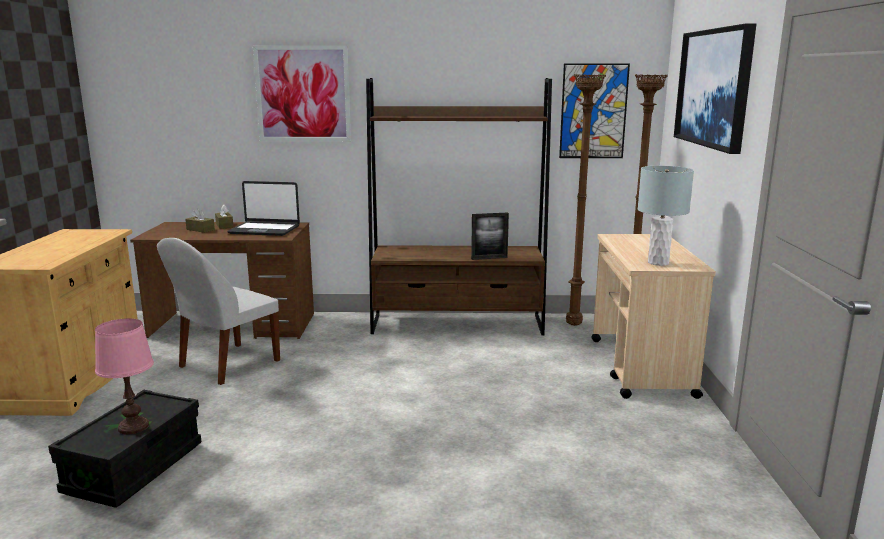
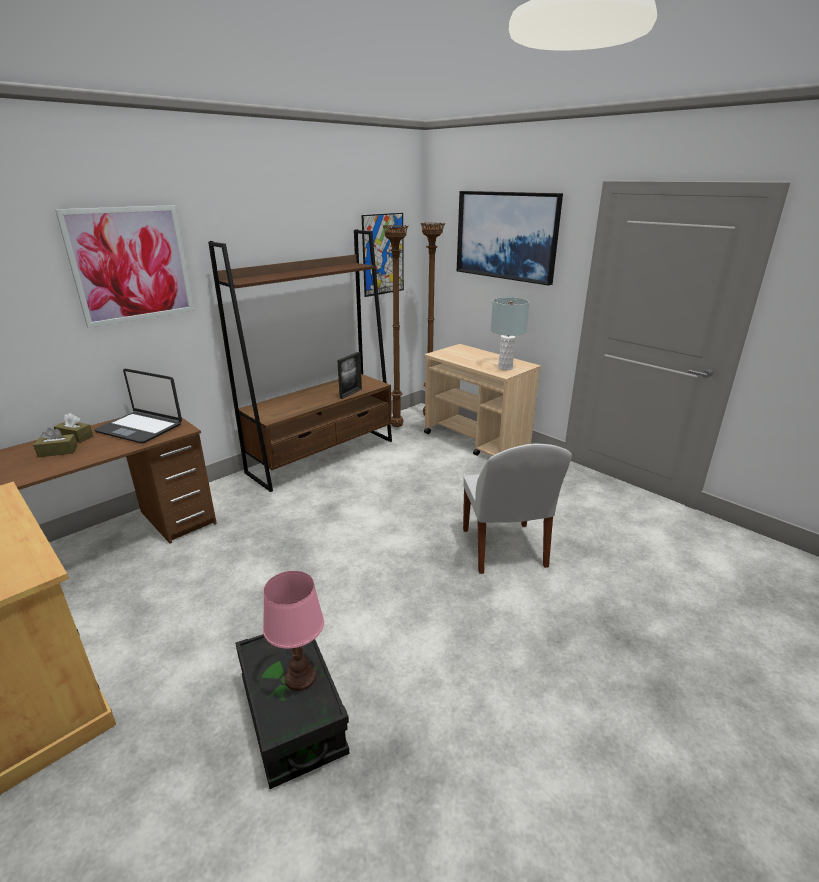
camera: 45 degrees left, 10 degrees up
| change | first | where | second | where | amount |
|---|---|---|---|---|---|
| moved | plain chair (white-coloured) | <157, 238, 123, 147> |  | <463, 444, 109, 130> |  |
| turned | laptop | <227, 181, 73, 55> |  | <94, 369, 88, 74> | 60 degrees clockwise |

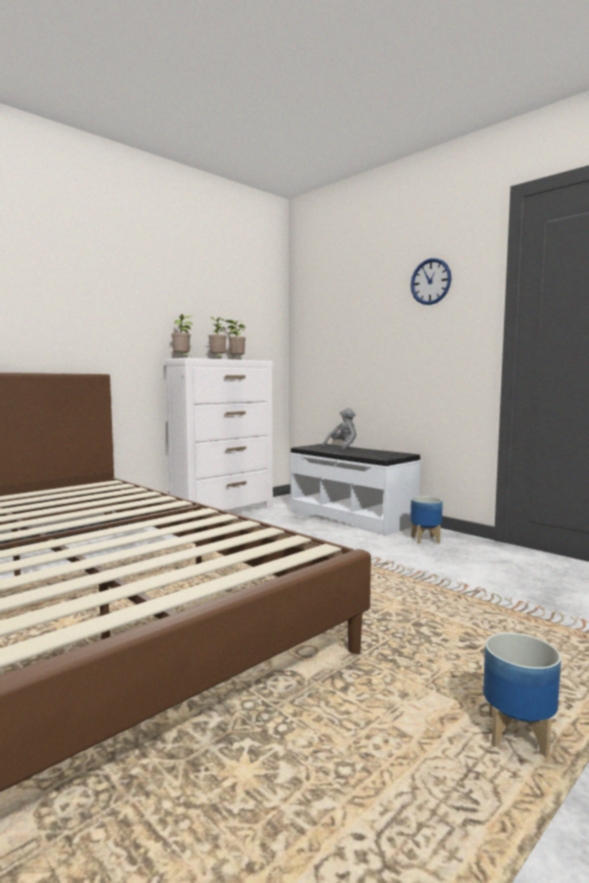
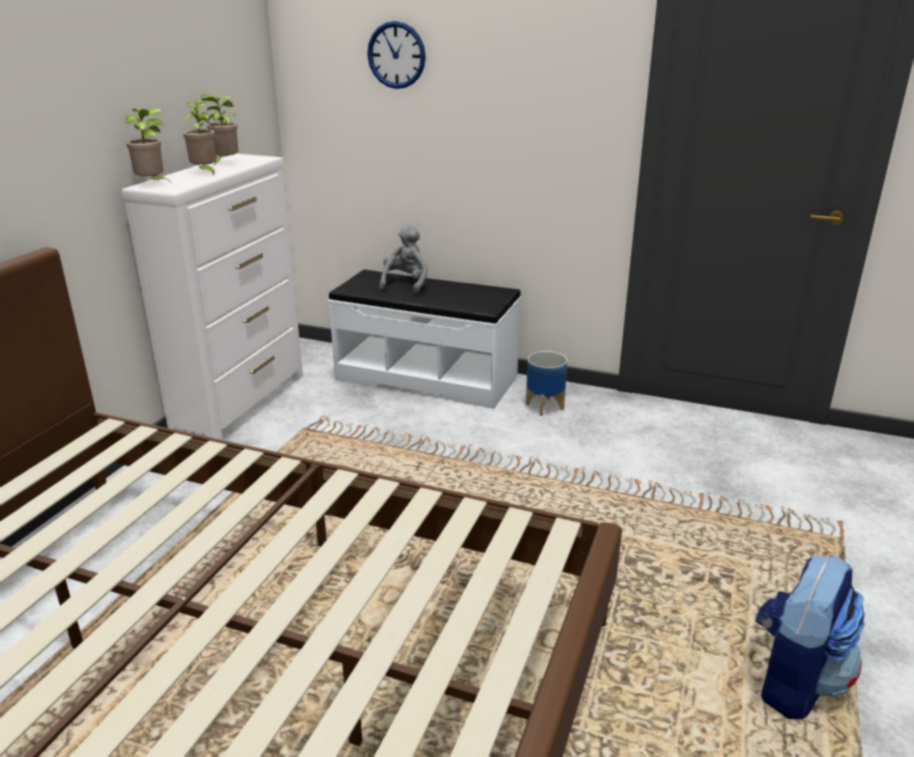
camera: 25 degrees left, 20 degrees up
| change | first | where | second | where | amount |
|---|---|---|---|---|---|
| moved | clock on the wall | <411, 258, 40, 47> |  | <367, 21, 59, 68> |  |
| replaced | plant pot | <483, 632, 78, 126> | backpack | <755, 555, 110, 164> |  |

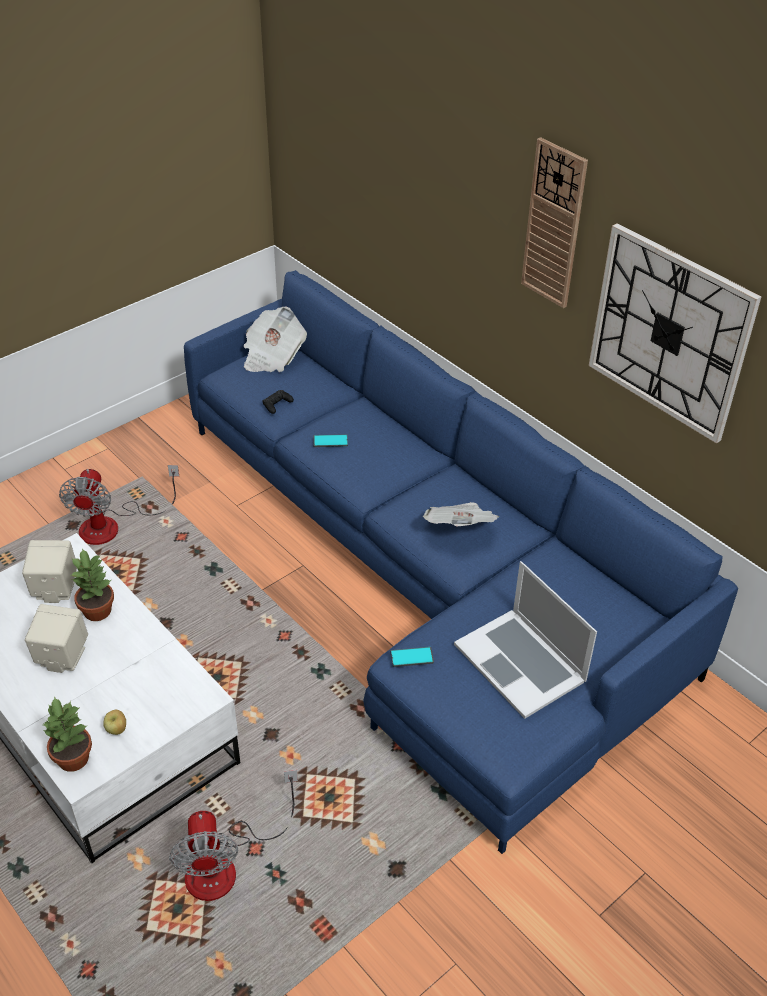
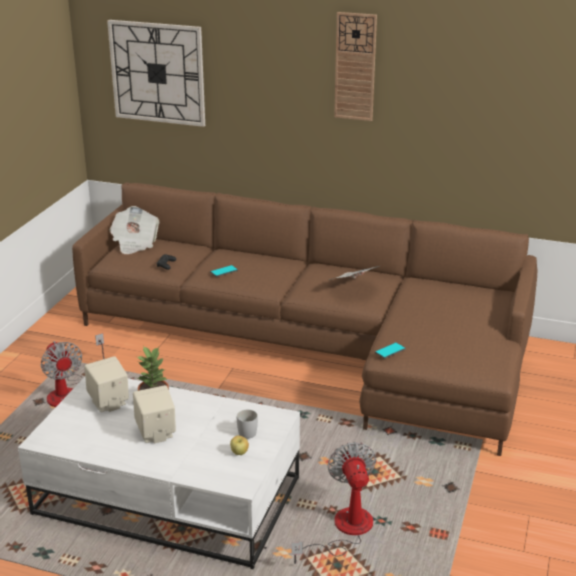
camera: 30 degrees left, 15 degrees down
| change | first | where | second | where | amount |
|---|---|---|---|---|---|
| removed | potted plant | <43, 697, 49, 75> |  |  |  |
| turned | cooling fan | <169, 770, 129, 131> |  | <291, 442, 85, 122> | 150 degrees counterclockwise |
| recoloured | settee (bluish) | <184, 270, 554, 584> | settee (brownish) | <72, 182, 466, 274> |  |
| removed | laptop | <454, 561, 143, 158> |  |  |  |
| moved | clock on the wall | <589, 223, 173, 220> |  | <107, 20, 98, 107> |  |
| added |  |  | mug (white-coloured) | <237, 410, 21, 29> |  |

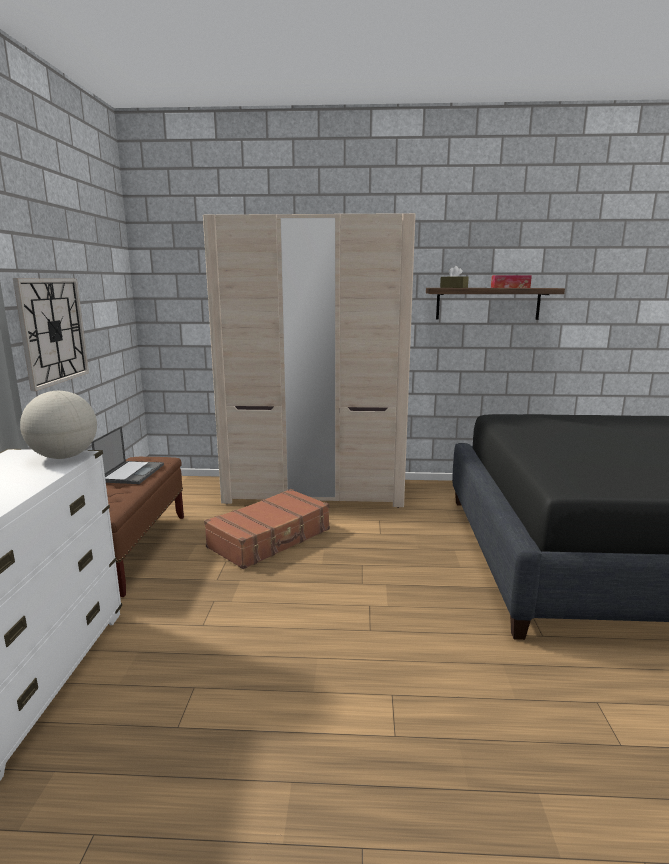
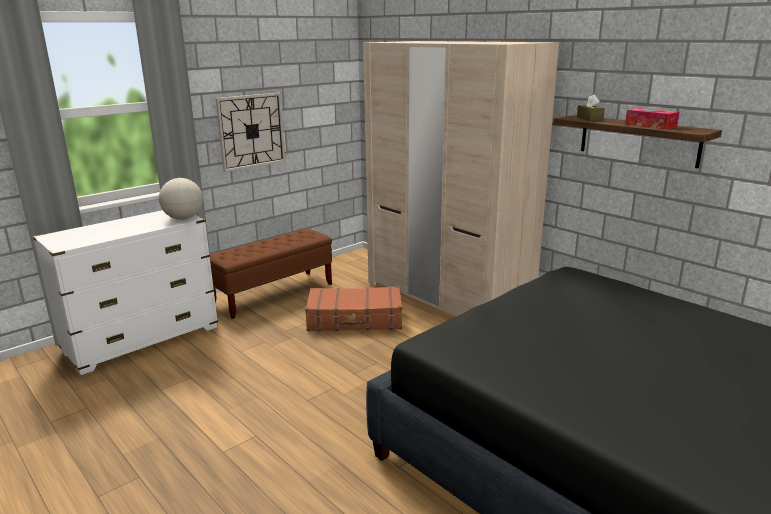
camera: 45 degrees right, 5 degrees up
| change | first | where | second | where | amount |
|---|---|---|---|---|---|
| removed | laptop | <92, 426, 72, 58> |  |  |  |

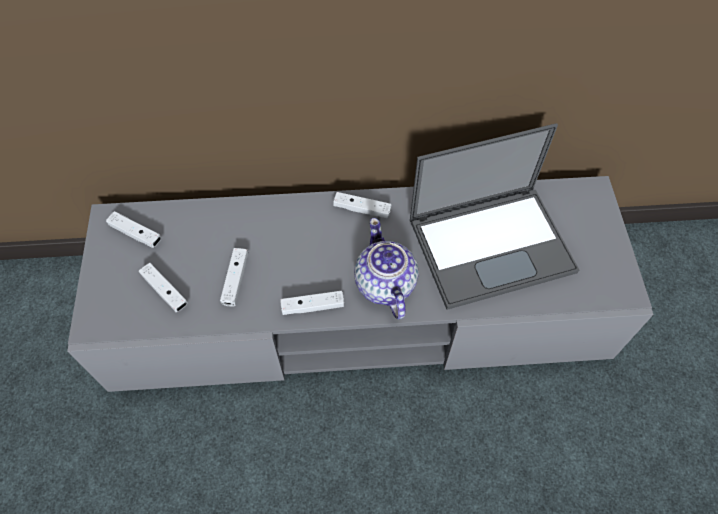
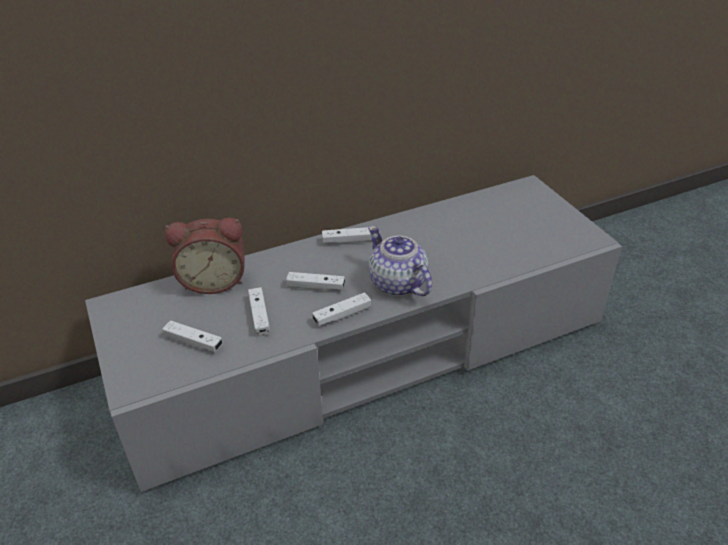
camera: 20 degrees left, 20 degrees down
| change | first | where | second | where | amount |
|---|---|---|---|---|---|
| moved | gamepad (white-coloured) | <106, 211, 56, 37> |  | <286, 272, 59, 18> |  |
| removed | laptop | <410, 123, 169, 187> |  |  |  |
| added |  |  | alarm clock | <165, 218, 79, 76> |  |

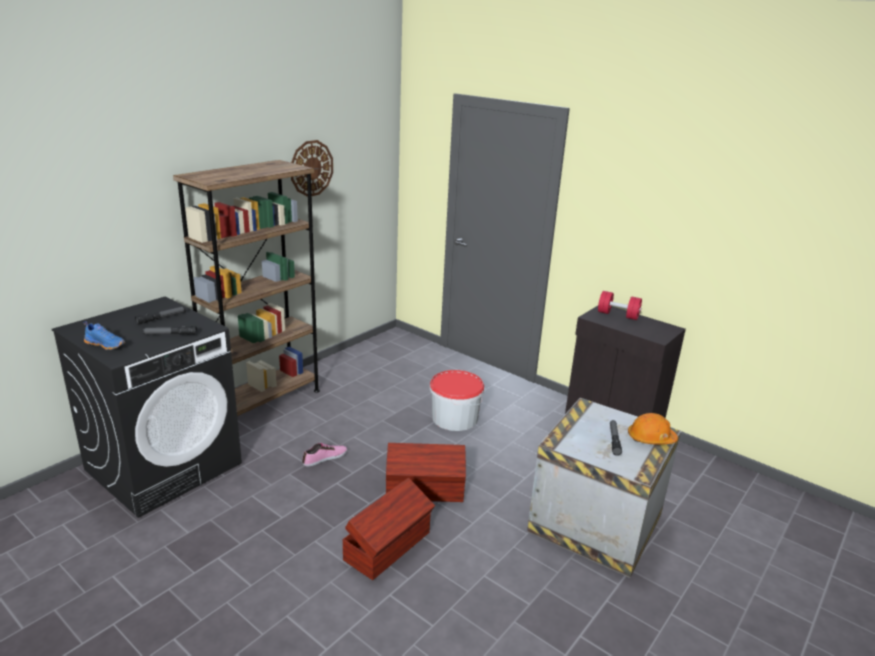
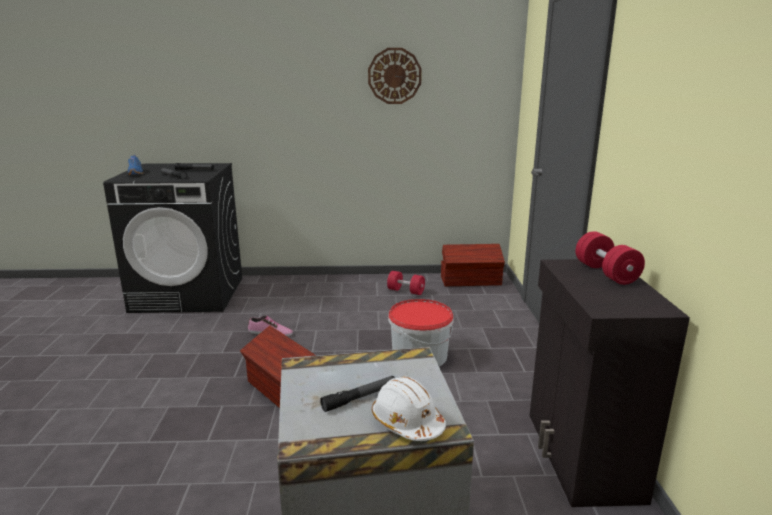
camera: 50 degrees right, 5 degrees down
| change | first | where | second | where | amount |
|---|---|---|---|---|---|
| removed | shelving unit (brownish) | <173, 160, 147, 256> |  |  |  |
| moved | storage box (brownish) | <343, 478, 92, 102> |  | <441, 244, 64, 42> |  |
| recoloured | safety helmet (orange-coloured) | <628, 413, 50, 32> | safety helmet (white-coloured) | <372, 377, 74, 64> |  |
| added |  |  | dumbbell (red) | <387, 271, 38, 24> |  |

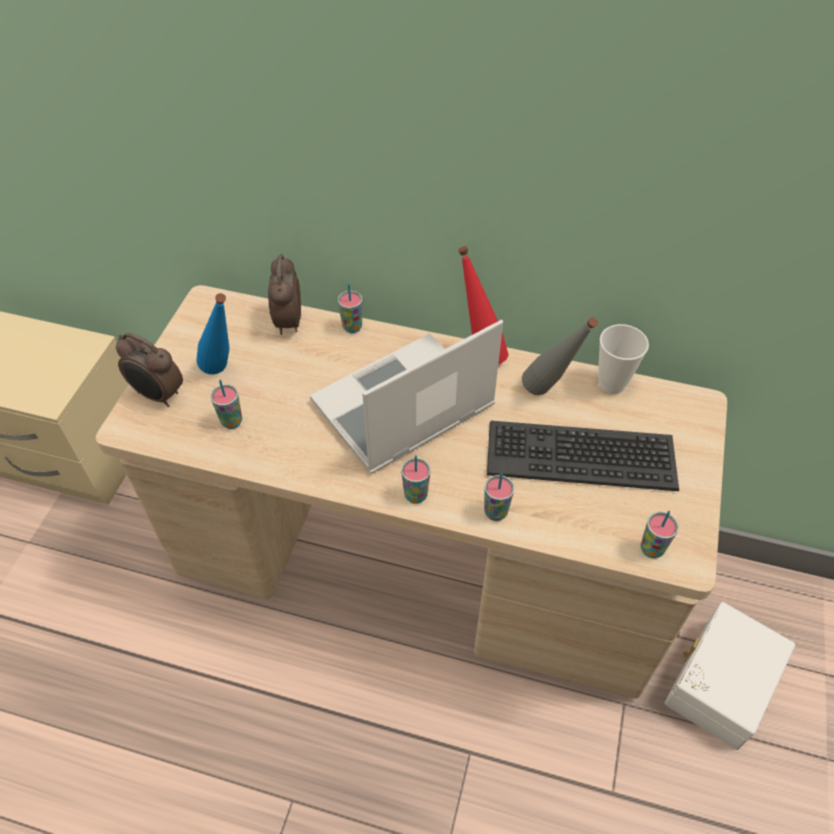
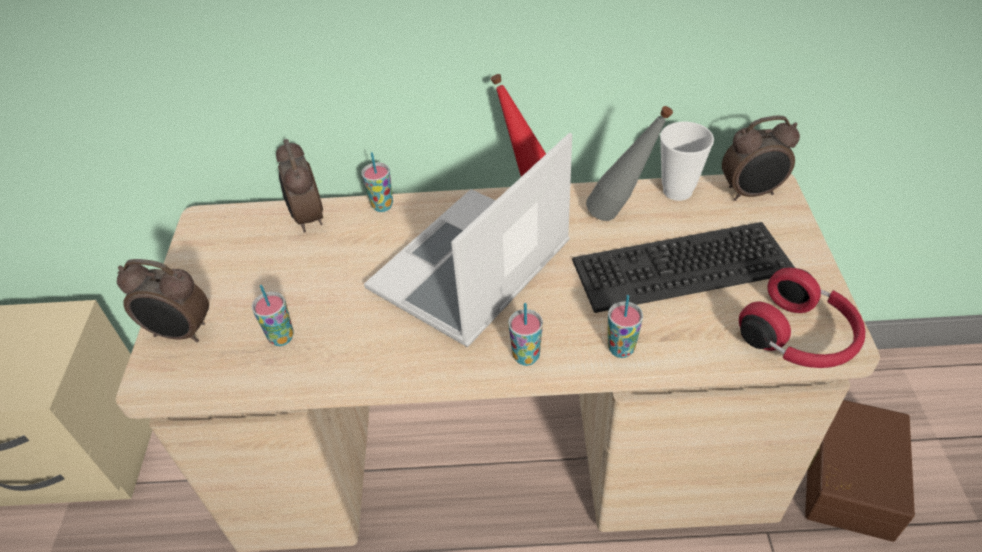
camera: 15 degrees left, 5 degrees down
| change | first | where | second | where | amount |
|---|---|---|---|---|---|
| removed | drink bottle (bluish) | <196, 293, 33, 81> |  |  |  |
| replaced | cup | <640, 511, 39, 47> | headphones (red) | <739, 267, 126, 101> |  |
| recoloured | storage box (white-coloured) | <665, 602, 130, 148> | storage box (brownish) | <805, 400, 110, 142> |  |
| added |  |  | alarm clock | <722, 115, 78, 86> |  |

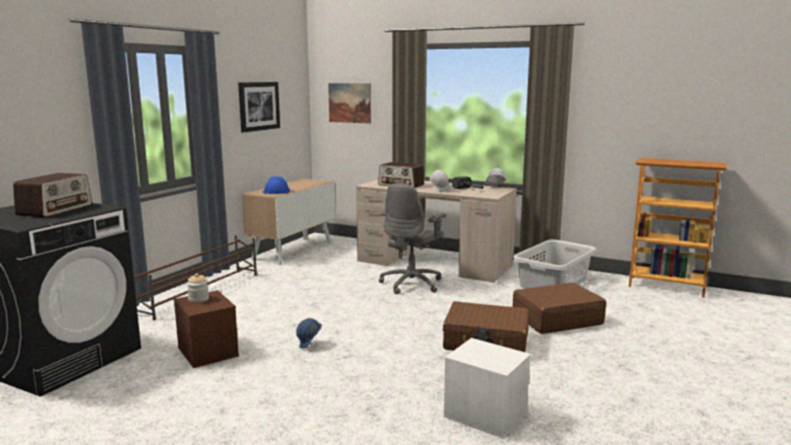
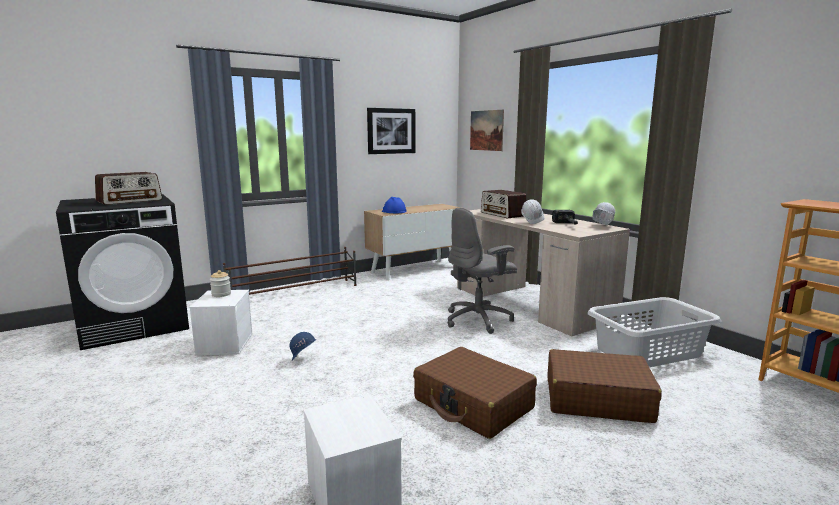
camera: 30 degrees right, 0 degrees up
| change | first | where | second | where | amount |
|---|---|---|---|---|---|
| recoloured | storage box (brownish) | <174, 290, 65, 78> | storage box (white-coloured) | <189, 290, 64, 66> |  |

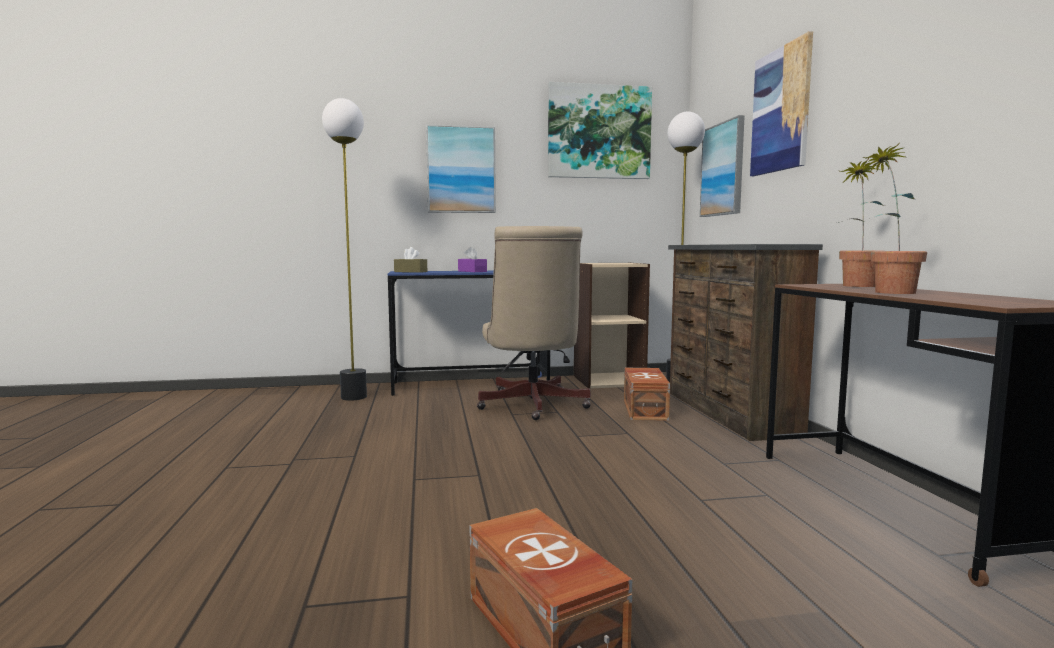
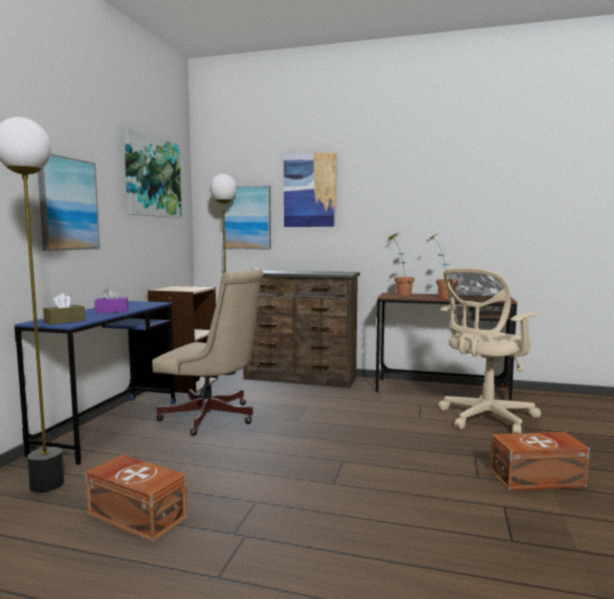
camera: 65 degrees left, 0 degrees up
| change | first | where | second | where | amount |
|---|---|---|---|---|---|
| moved | storage box (brownish) | <624, 368, 46, 53> |  | <85, 454, 103, 88> |  |
| added |  |  | desk chair (beige) | <438, 268, 103, 166> |  |

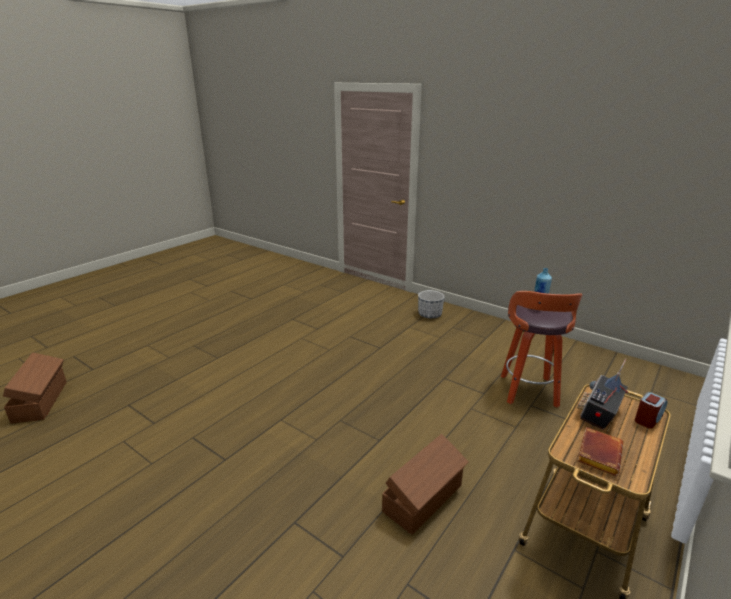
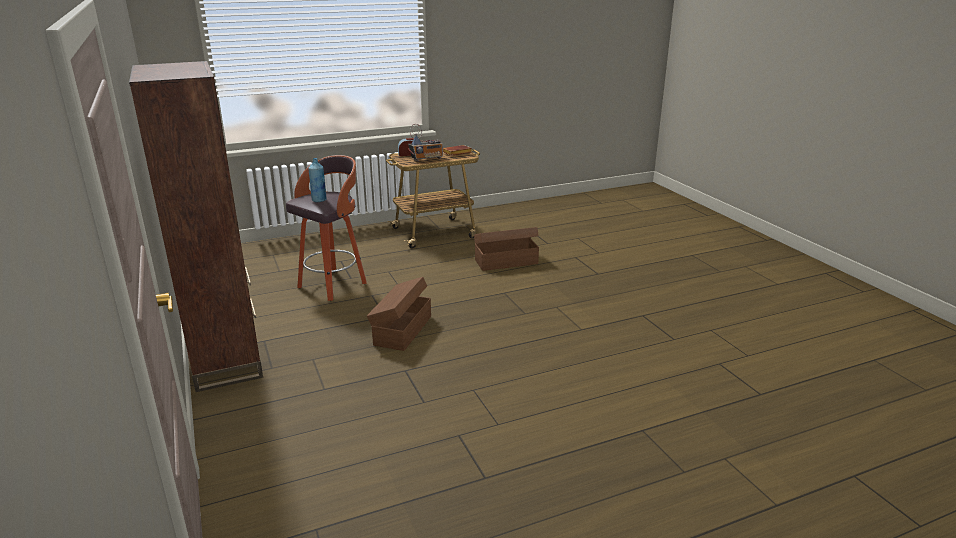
camera: 150 degrees left, 0 degrees up
| change | first | where | second | where | amount |
|---|---|---|---|---|---|
| moved | storage box (brownish) | <3, 352, 64, 72> |  | <367, 277, 64, 74> |  |
| removed | plant pot | <418, 290, 26, 29> |  |  |  |
| added |  |  | shelving unit (brownish) | <129, 61, 134, 331> |  |

